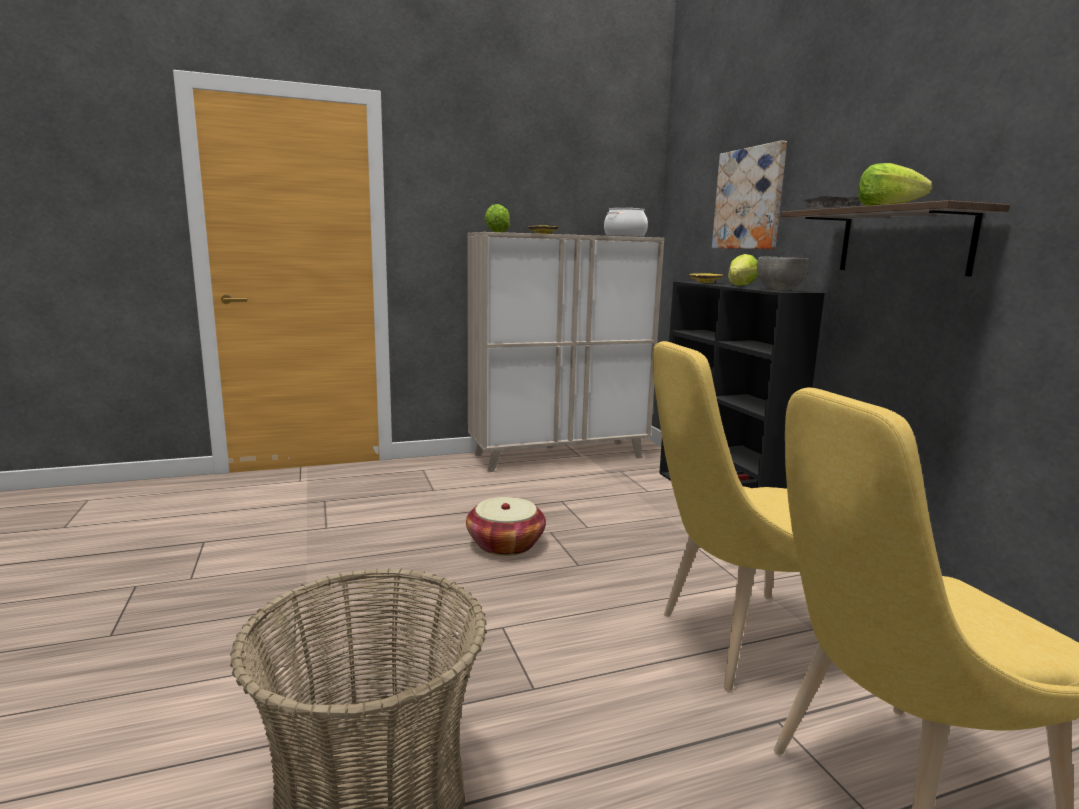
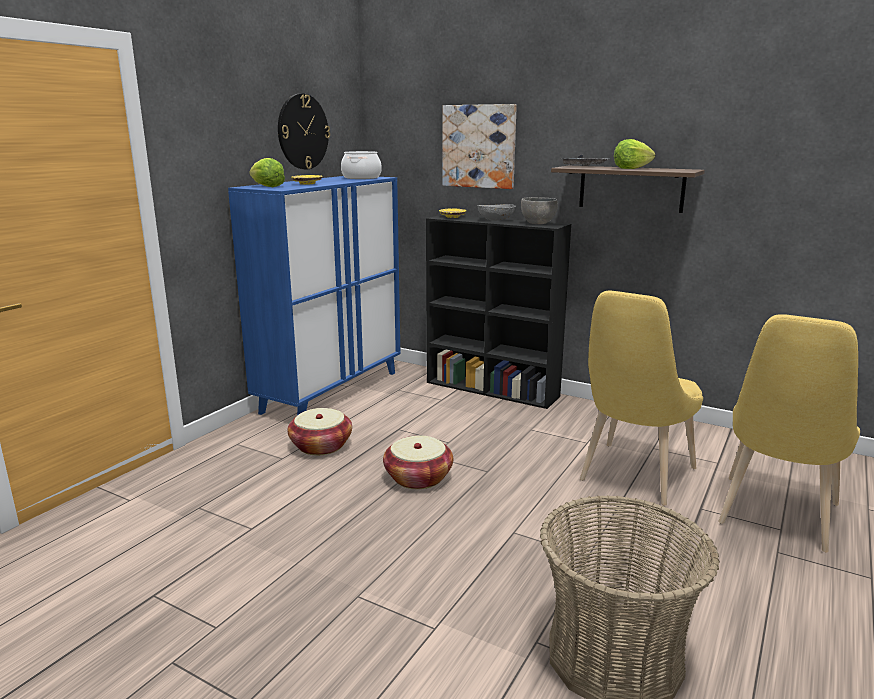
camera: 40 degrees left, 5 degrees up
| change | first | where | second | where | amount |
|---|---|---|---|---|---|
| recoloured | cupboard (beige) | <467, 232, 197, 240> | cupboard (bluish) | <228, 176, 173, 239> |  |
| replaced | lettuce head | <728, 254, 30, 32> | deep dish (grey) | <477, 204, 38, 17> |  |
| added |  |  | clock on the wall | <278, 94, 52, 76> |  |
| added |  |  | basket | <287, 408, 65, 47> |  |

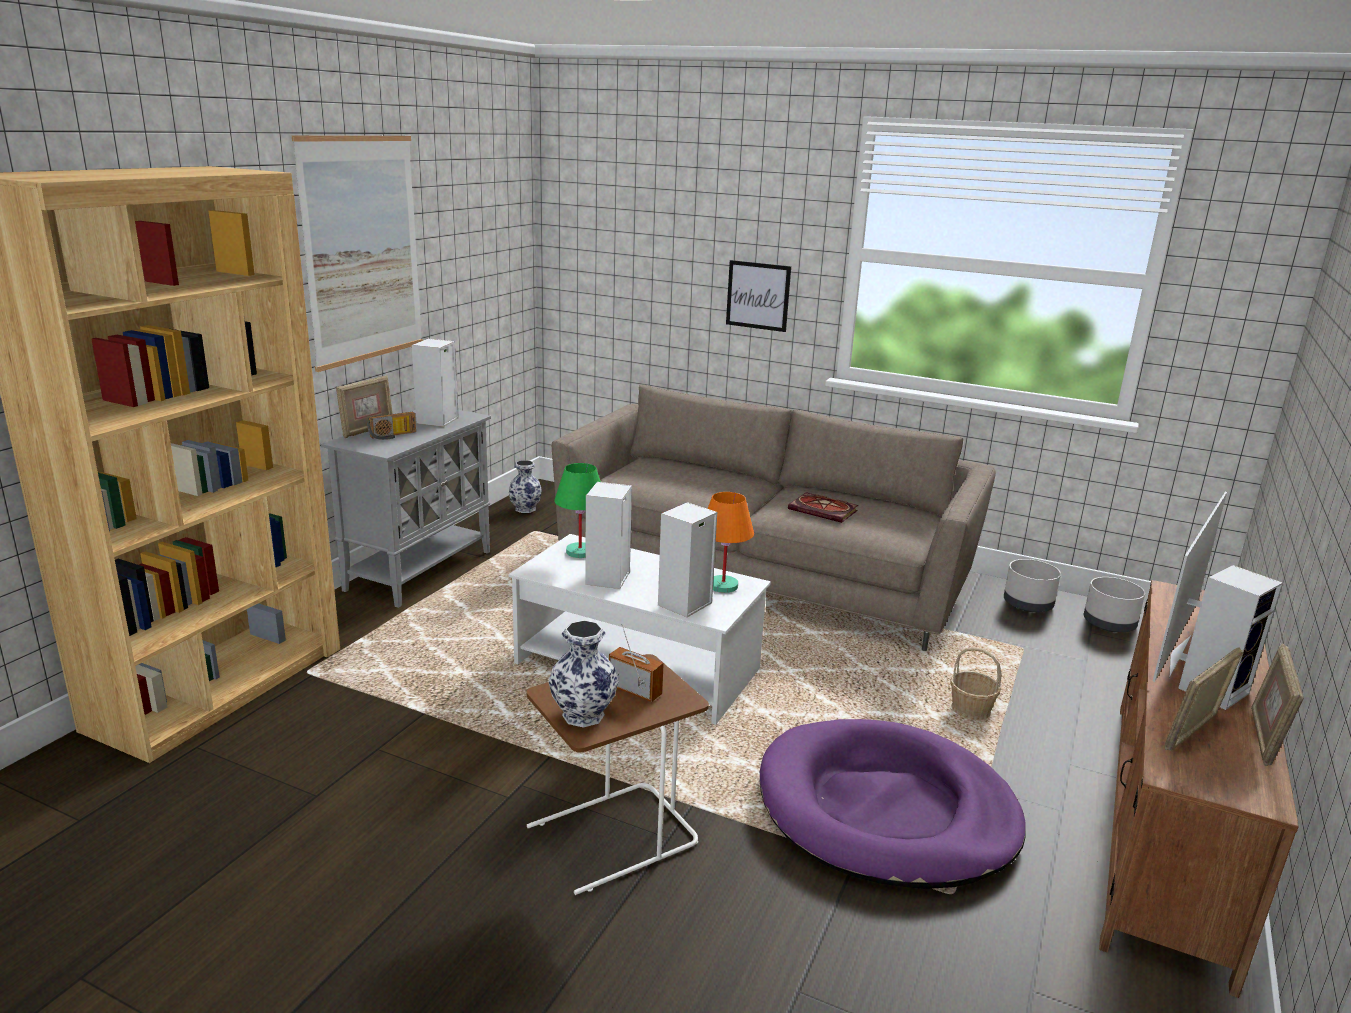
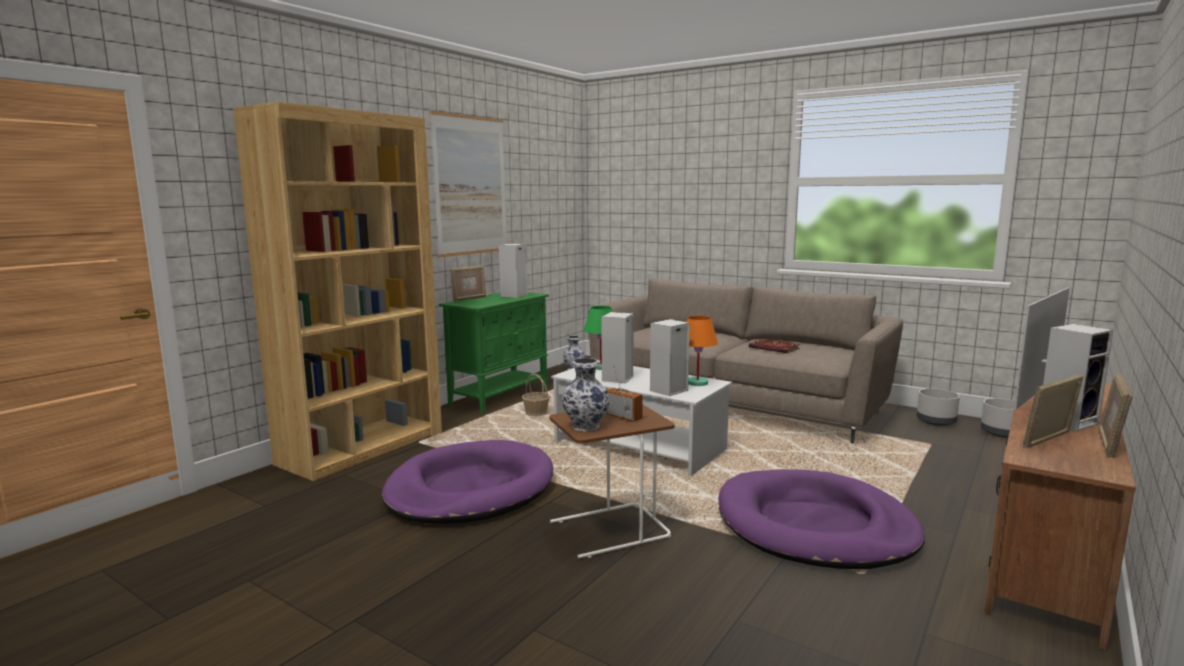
camera: 10 degrees right, 10 degrees down
| change | first | where | second | where | amount |
|---|---|---|---|---|---|
| recoloured | cupboard (grey) | <321, 410, 170, 198> | cupboard (greenish) | <439, 292, 110, 122> |  |
| removed | radio | <367, 412, 49, 28> |  |  |  |
| removed | wall art | <726, 260, 65, 72> |  |  |  |
| moved | basket | <950, 647, 52, 73> |  | <522, 374, 28, 42> |  |
| added |  |  | pet bed (purplish) | <382, 440, 171, 84> |  |

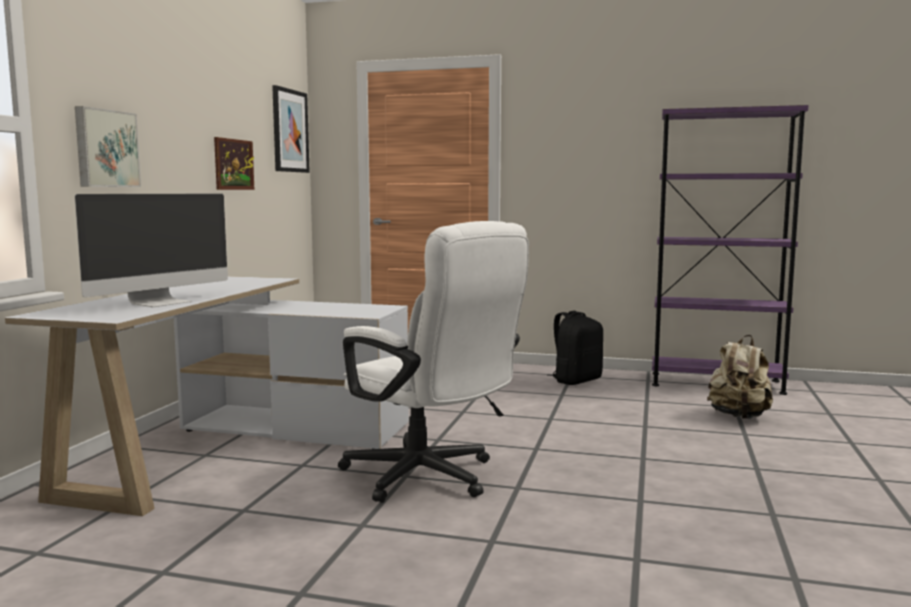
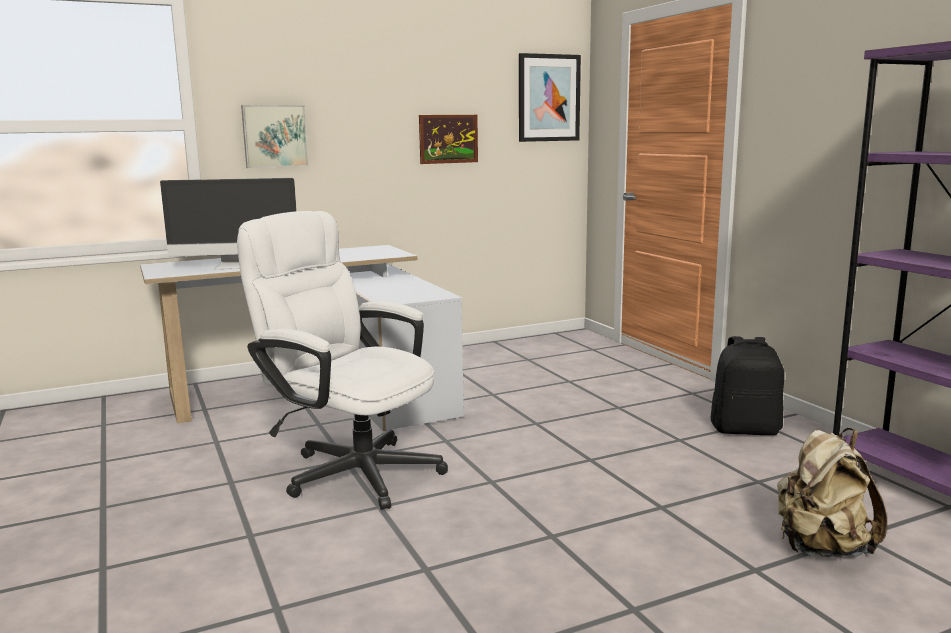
camera: 50 degrees right, 5 degrees up
| change | first | where | second | where | amount |
|---|---|---|---|---|---|
| turned | desk chair (white-coloured) | <338, 221, 191, 282> |  | <237, 211, 211, 299> | 120 degrees clockwise |

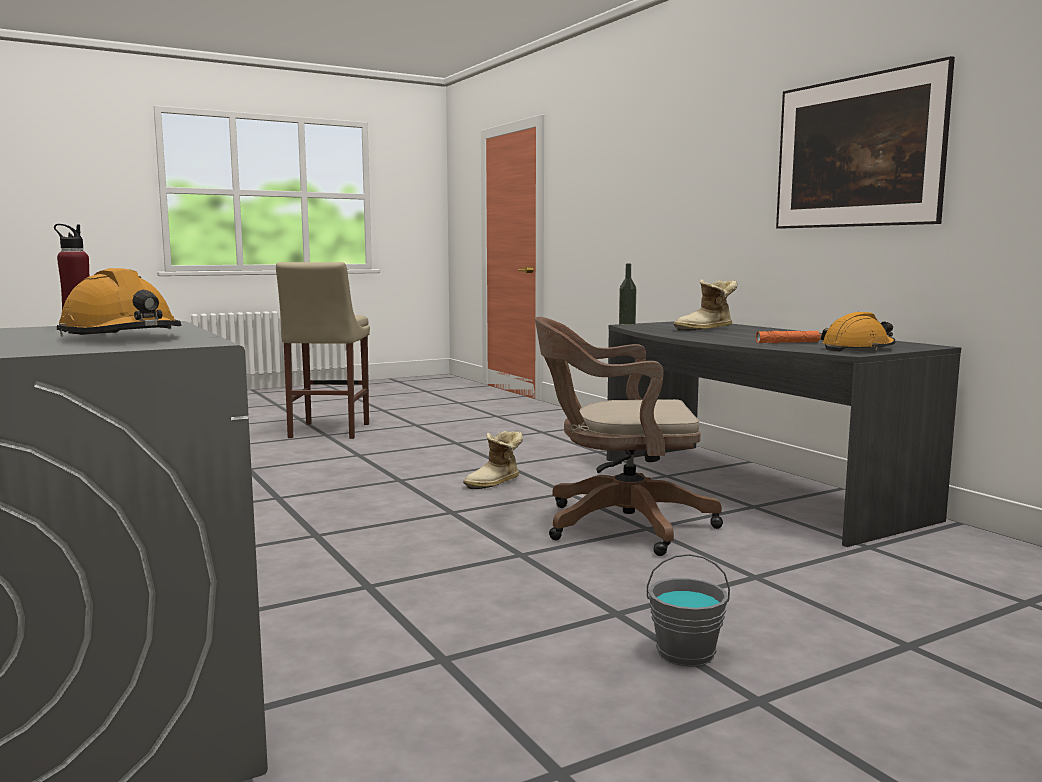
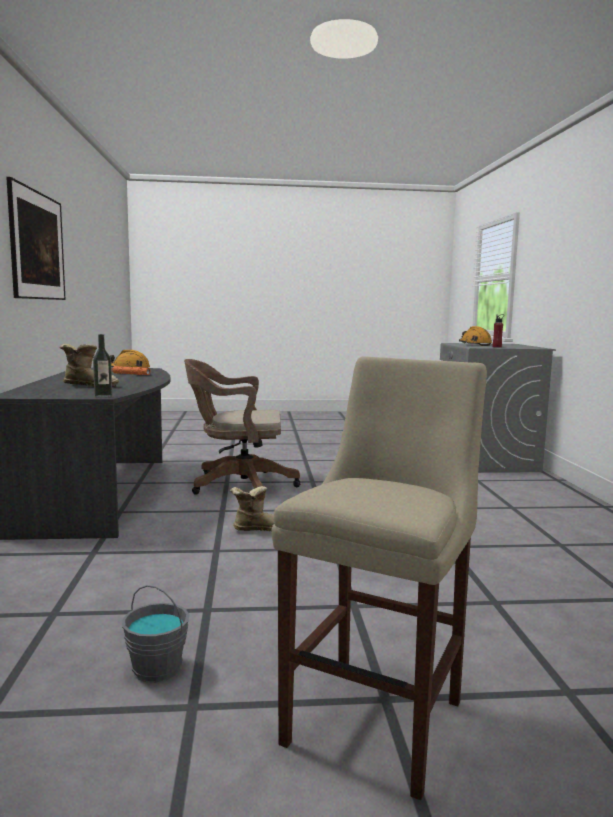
camera: 155 degrees left, 0 degrees up
| change | first | where | second | where | amount |
|---|---|---|---|---|---|
| turned | desk chair (brownish) | <535, 317, 188, 239> |  | <184, 359, 117, 136> | 150 degrees clockwise |
| moved | water bucket (grey) | <647, 554, 83, 113> |  | <122, 585, 68, 97> |  |

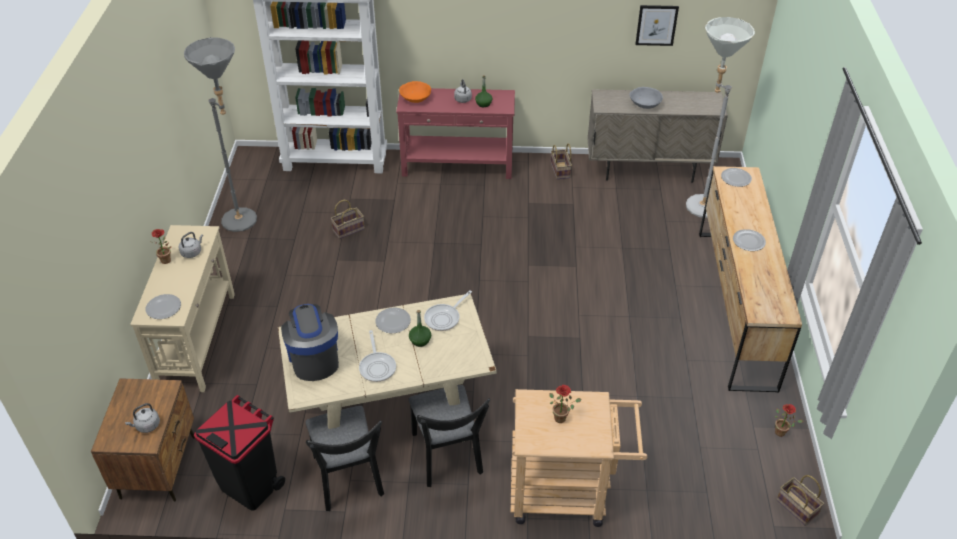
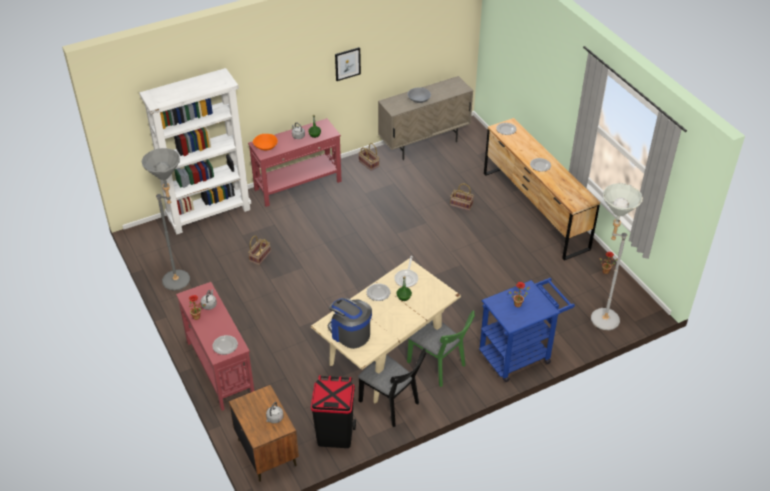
camera: 30 degrees left, 0 degrees up
| change | first | where | second | where | amount |
|---|---|---|---|---|---|
| recoloured | narrow table (beige) | <130, 225, 105, 167> | narrow table (red) | <176, 282, 78, 129> |  |
| removed | frying pan | <359, 330, 37, 52> |  |  |  |
| recoloured | plain chair (blackish) | <409, 385, 81, 102> | plain chair (greenish) | <407, 310, 68, 77> |  |
| recoloured | trolley (beige) | <511, 389, 136, 138> | trolley (bluish) | <479, 278, 96, 104> |  |
| moved | wall art | <636, 5, 43, 41> |  | <335, 47, 26, 34> |  |
| moved | standing lamp (grey) | <686, 17, 69, 201> |  | <591, 183, 52, 147> |  |
| moved | basket | <776, 475, 48, 51> |  | <450, 183, 24, 28> |  |

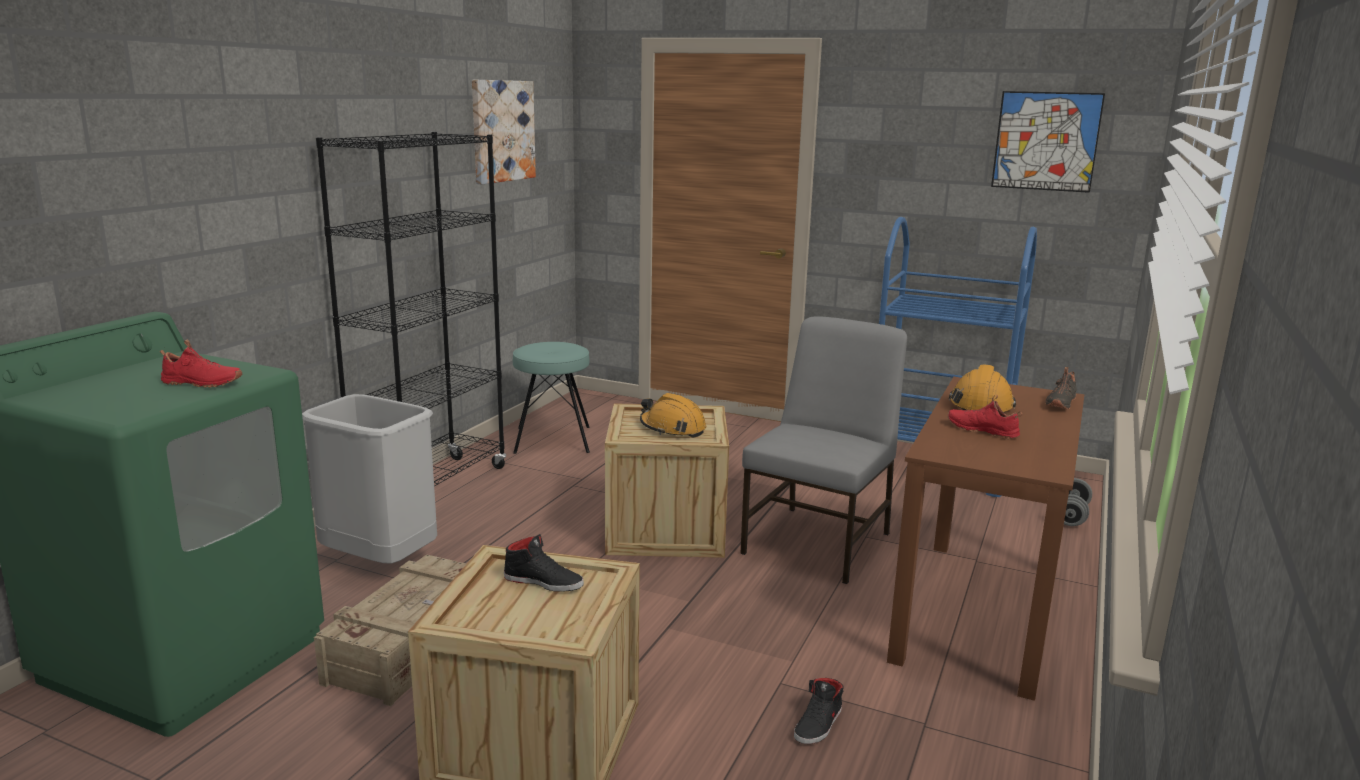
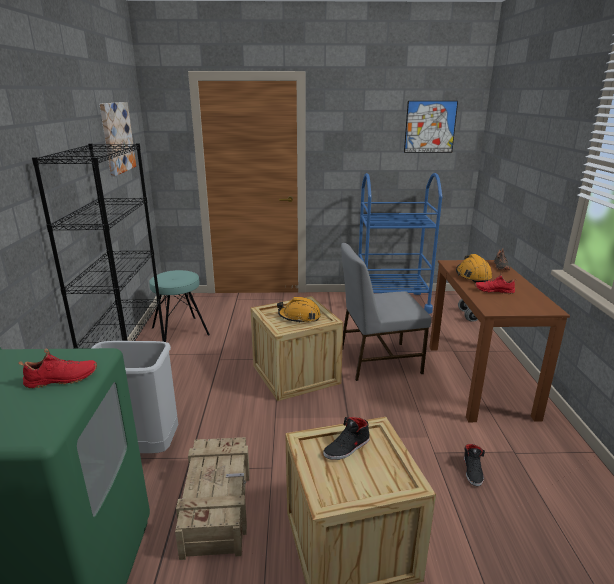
camera: 25 degrees left, 5 degrees up
| change | first | where | second | where | amount |
|---|---|---|---|---|---|
| turned | item of footwear (blackish) | <504, 534, 80, 58> |  | <323, 417, 47, 43> | 150 degrees clockwise |
| turned | plain chair (grey) | <740, 317, 167, 267> |  | <341, 243, 90, 138> | 105 degrees counterclockwise |

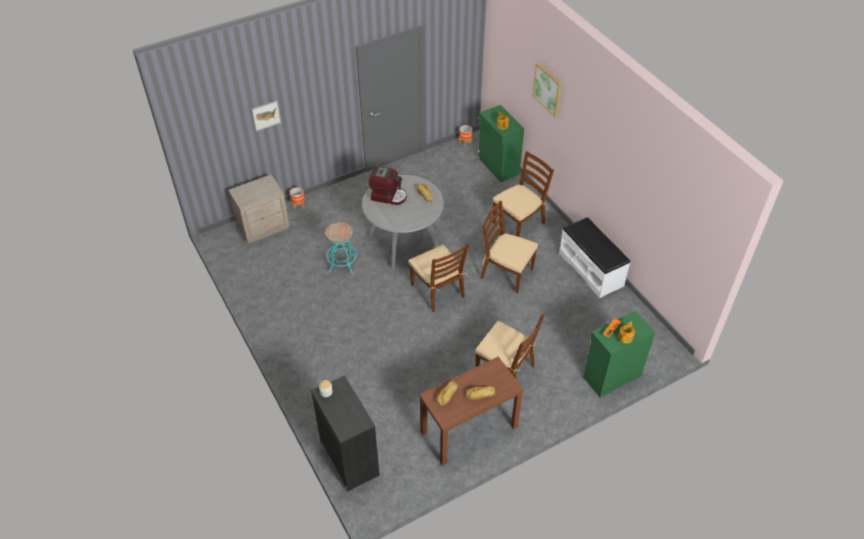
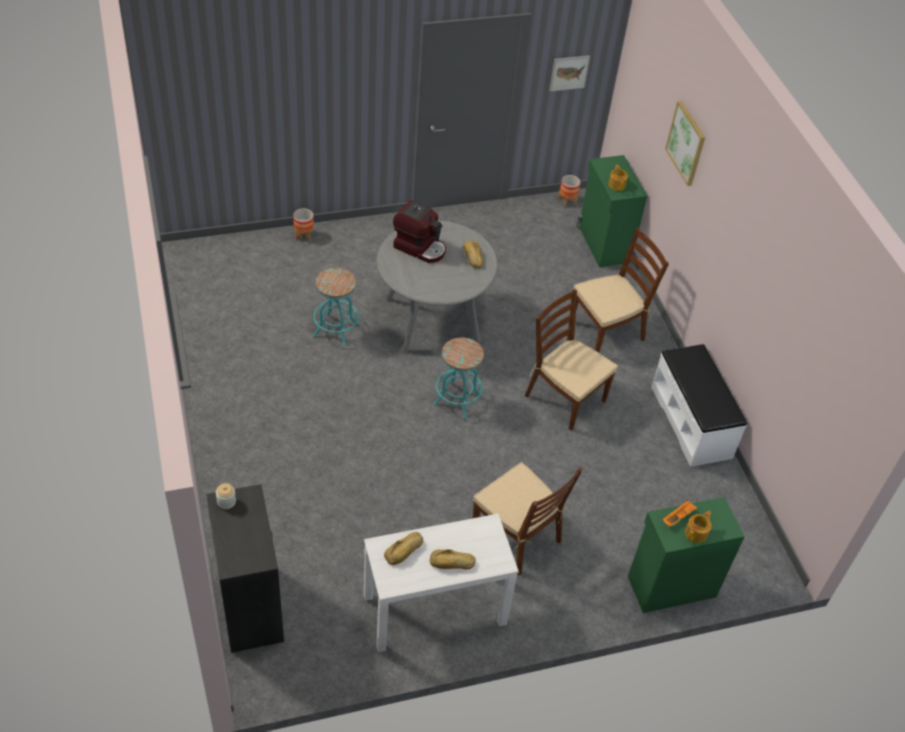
camera: 10 degrees right, 0 degrees up
| change | first | where | second | where | amount |
|---|---|---|---|---|---|
| removed | night table (beige) | <228, 175, 62, 69> |  |  |  |
| moved | wall art | <251, 101, 30, 30> |  | <550, 55, 40, 37> |  |
| replaced | plain chair (brownish) | <409, 244, 60, 68> | stool seat (turquoise-coloured) | <434, 338, 50, 81> |  |
| recoloured | narrow table (brownish) | <419, 356, 105, 110> | narrow table (white-coloured) | <364, 514, 155, 138> |  |

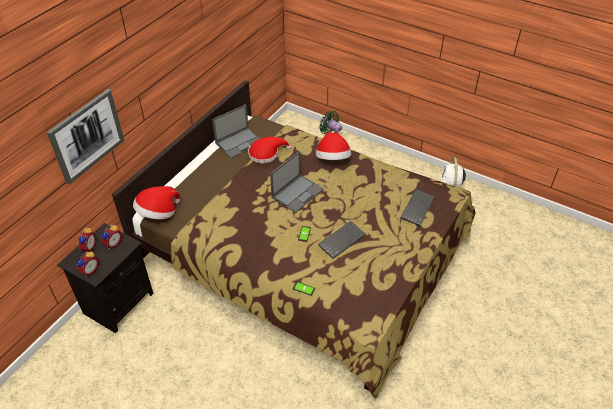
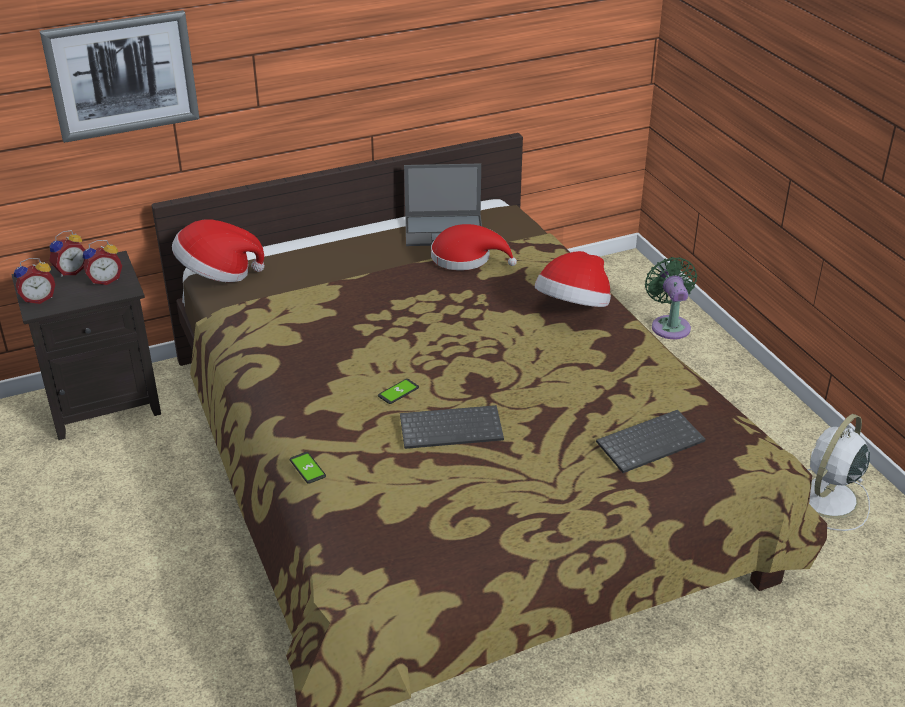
camera: 35 degrees right, 10 degrees down
| change | first | where | second | where | amount |
|---|---|---|---|---|---|
| removed | laptop | <270, 151, 54, 62> |  |  |  |

